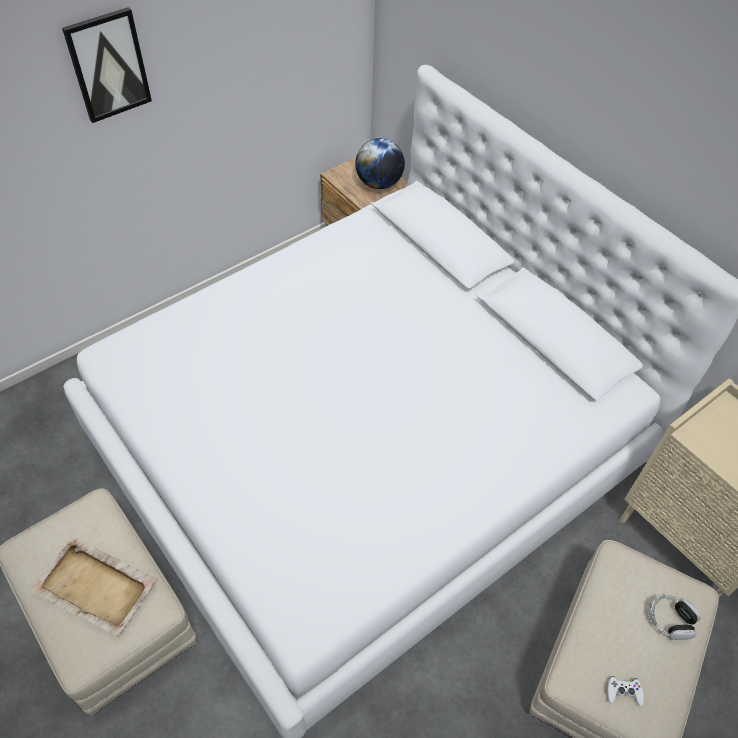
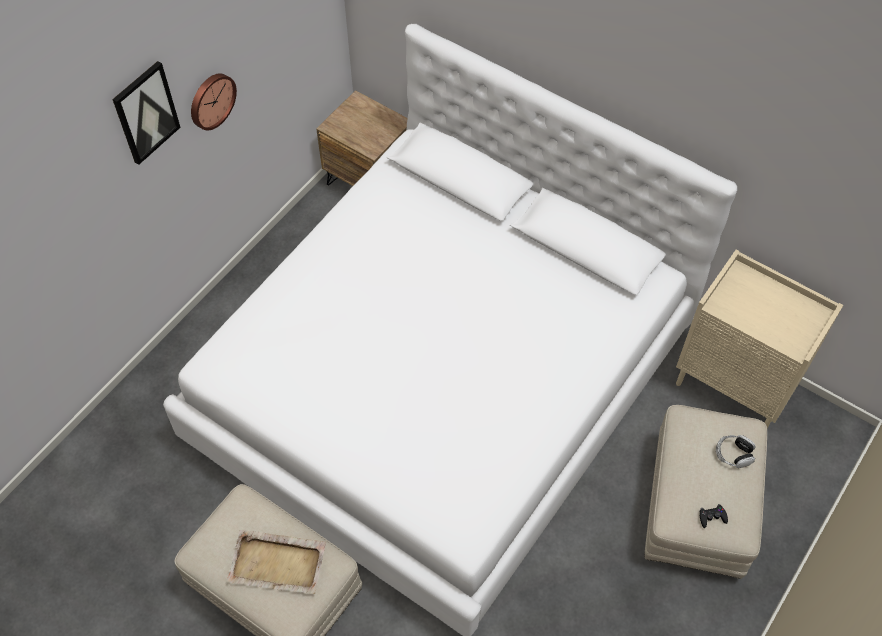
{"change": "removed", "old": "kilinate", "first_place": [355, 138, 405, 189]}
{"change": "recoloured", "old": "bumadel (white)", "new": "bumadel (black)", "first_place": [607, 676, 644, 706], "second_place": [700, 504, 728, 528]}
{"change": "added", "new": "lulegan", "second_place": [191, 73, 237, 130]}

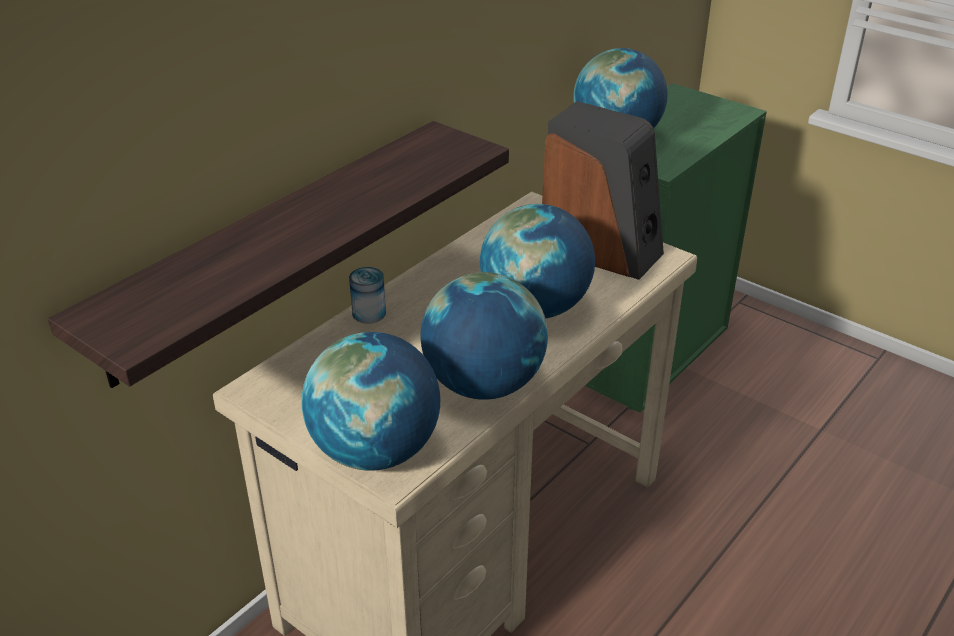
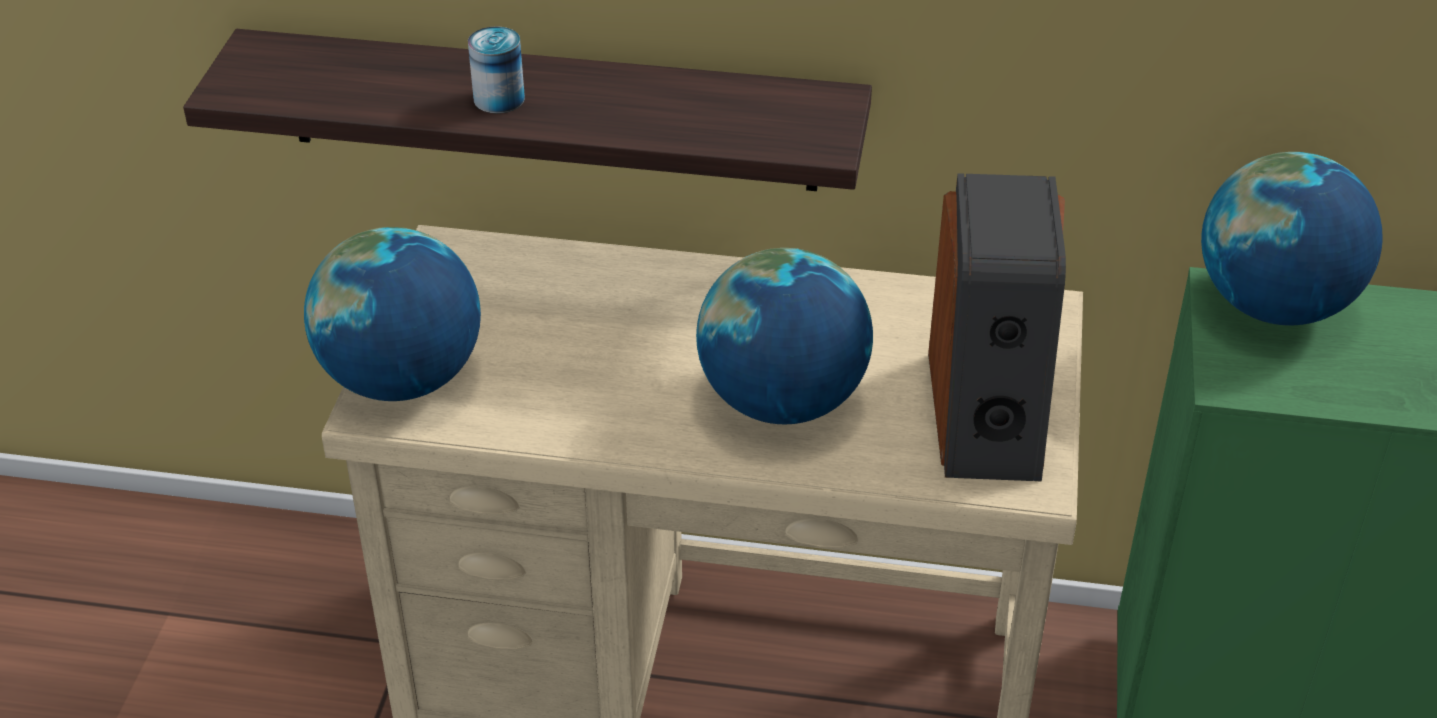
{"change": "moved", "old": "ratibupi", "first_place": [349, 267, 386, 324], "second_place": [468, 26, 525, 113]}
{"change": "removed", "old": "kilinate", "first_place": [420, 272, 548, 400]}

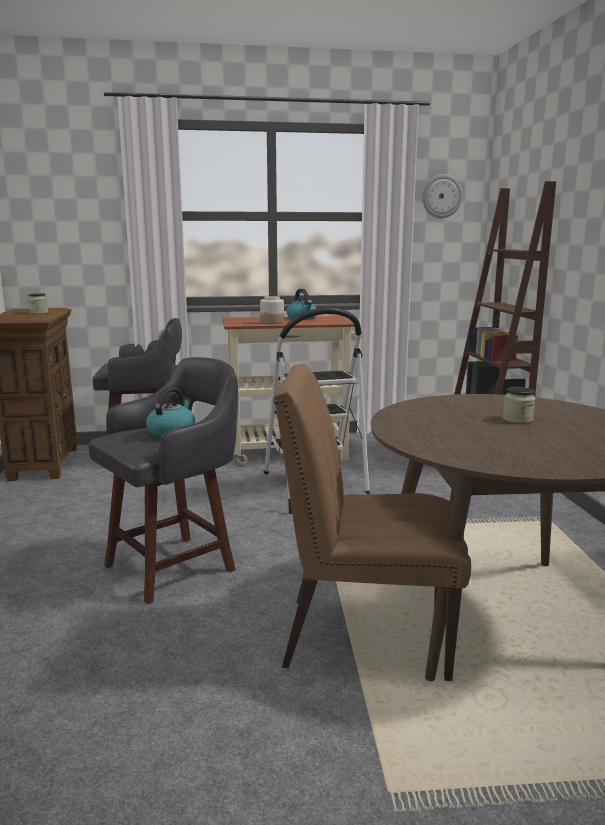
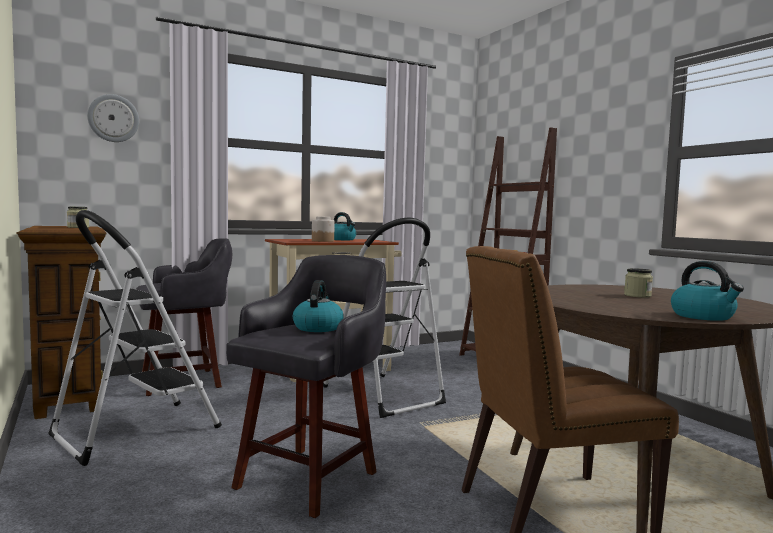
{"change": "moved", "old": "lulegan", "first_place": [422, 174, 463, 218], "second_place": [87, 94, 139, 142]}
{"change": "added", "new": "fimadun", "second_place": [49, 210, 222, 466]}
{"change": "added", "new": "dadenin", "second_place": [671, 261, 744, 321]}

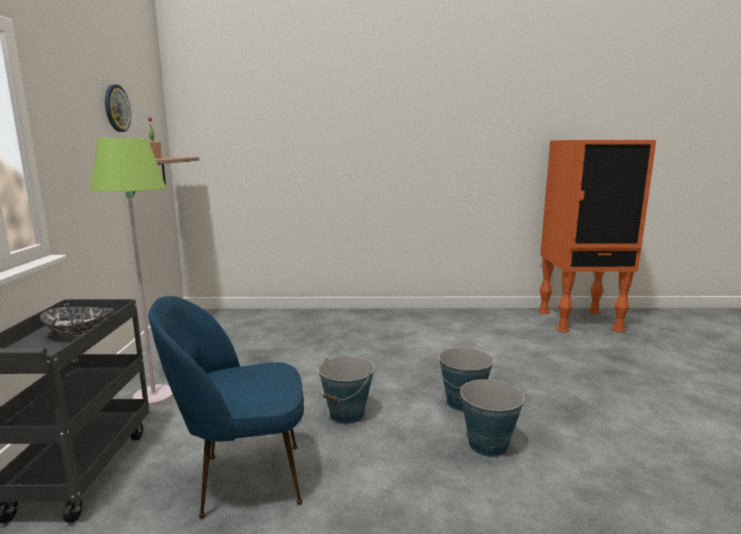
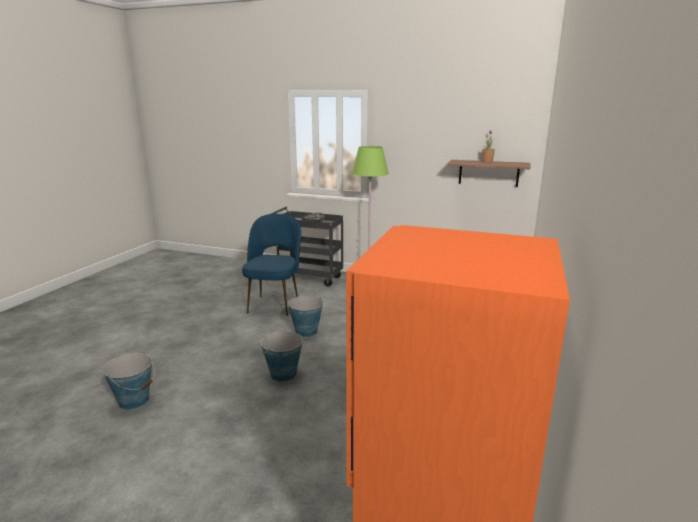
{"change": "removed", "old": "lulegan", "first_place": [105, 84, 131, 132]}
{"change": "moved", "old": "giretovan", "first_place": [458, 379, 524, 457], "second_place": [102, 352, 155, 410]}

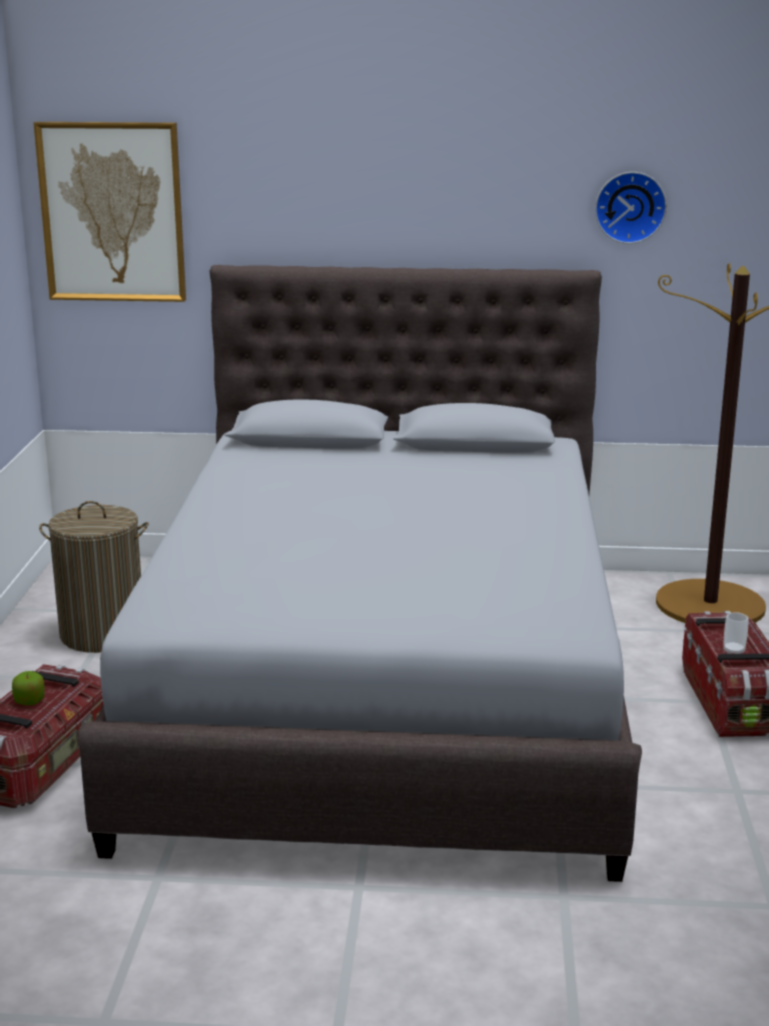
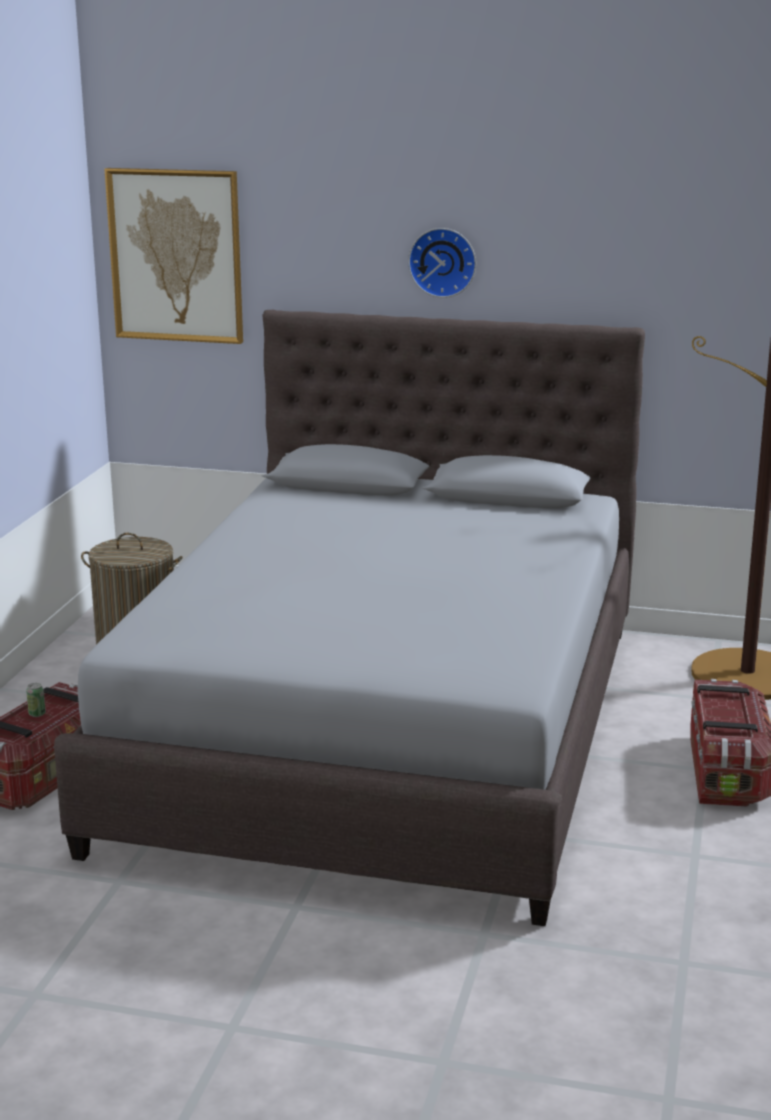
{"change": "moved", "old": "lulegan", "first_place": [595, 172, 667, 244], "second_place": [408, 228, 476, 298]}
{"change": "removed", "old": "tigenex", "first_place": [723, 612, 748, 654]}
{"change": "replaced", "old": "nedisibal", "new": "ratibupi", "first_place": [12, 671, 45, 705], "second_place": [26, 683, 46, 717]}

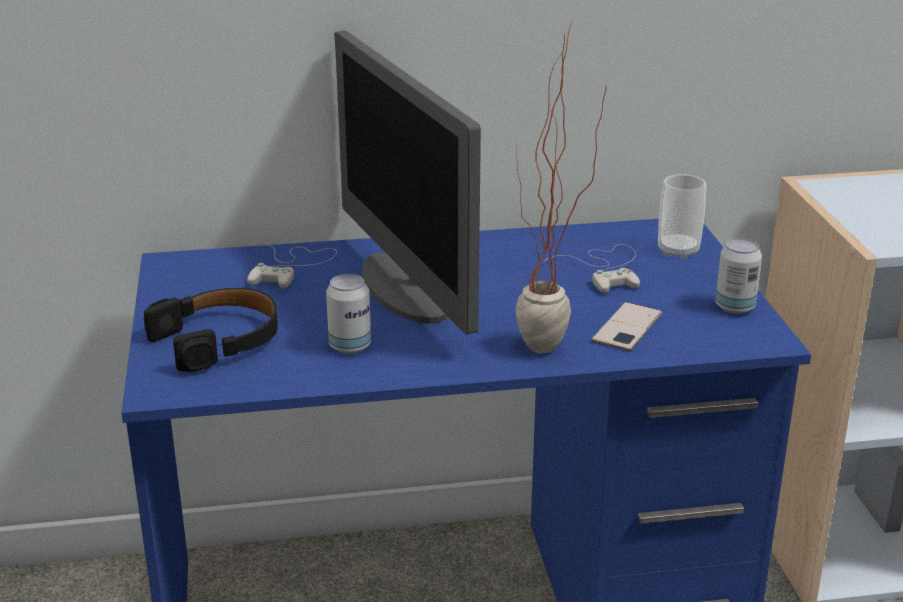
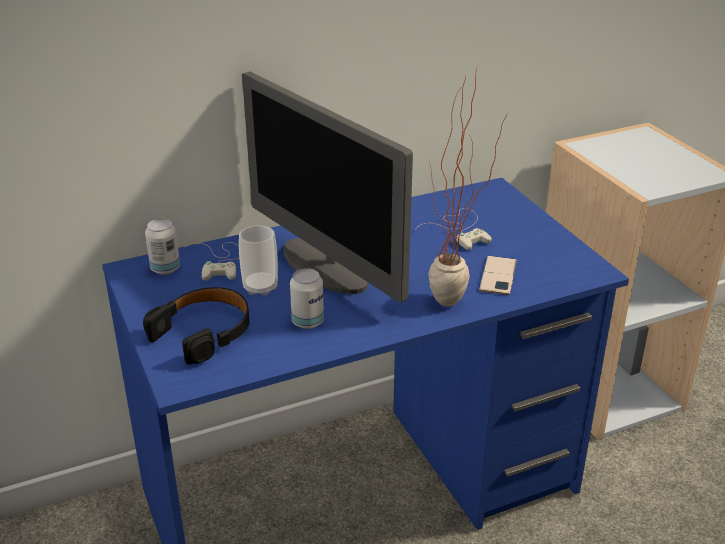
{"change": "moved", "old": "tigenex", "first_place": [658, 174, 706, 259], "second_place": [239, 225, 278, 296]}
{"change": "moved", "old": "ratibupi", "first_place": [715, 238, 762, 314], "second_place": [145, 219, 180, 275]}

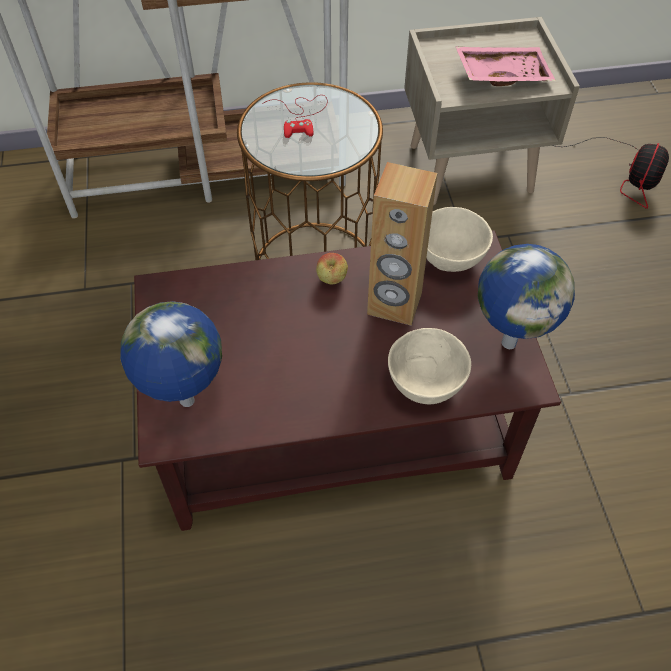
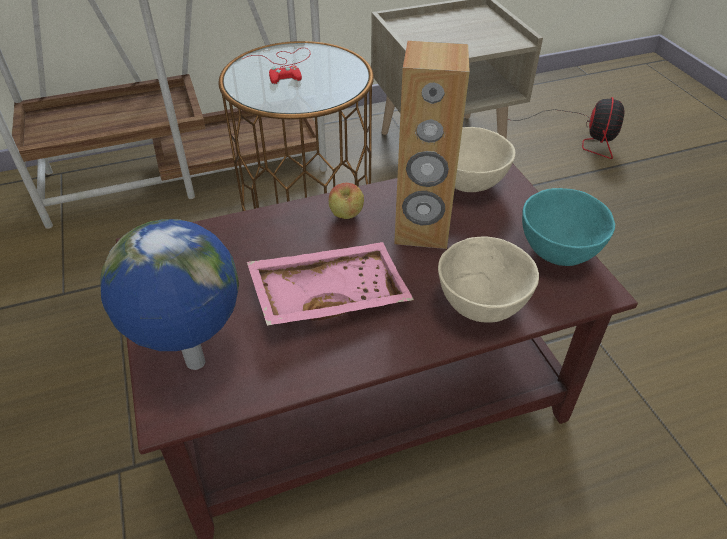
{"change": "moved", "old": "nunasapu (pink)", "first_place": [456, 47, 556, 86], "second_place": [247, 242, 414, 326]}
{"change": "replaced", "old": "kilinate", "new": "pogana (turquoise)", "first_place": [478, 244, 575, 349], "second_place": [522, 188, 615, 266]}

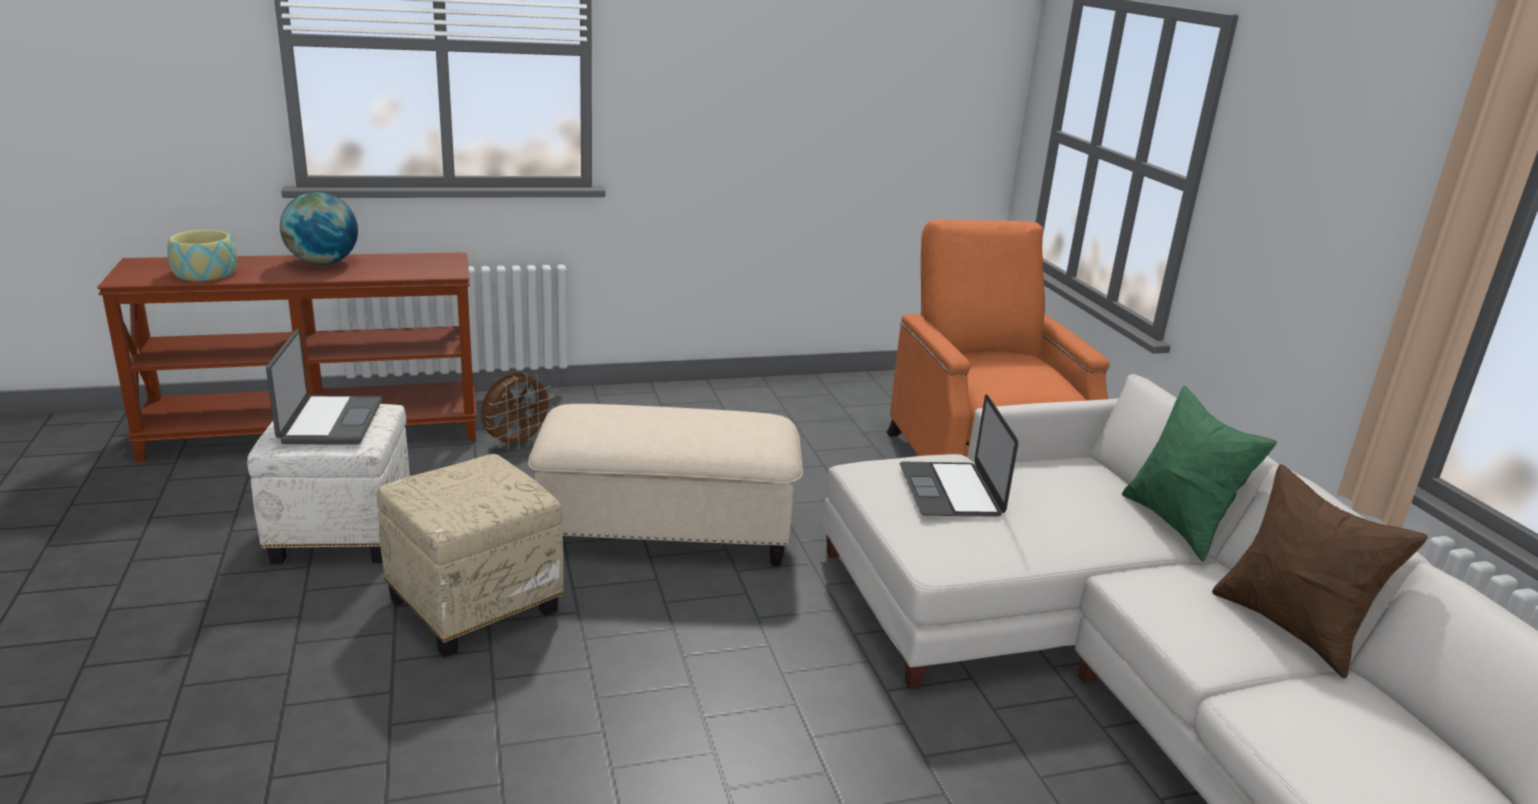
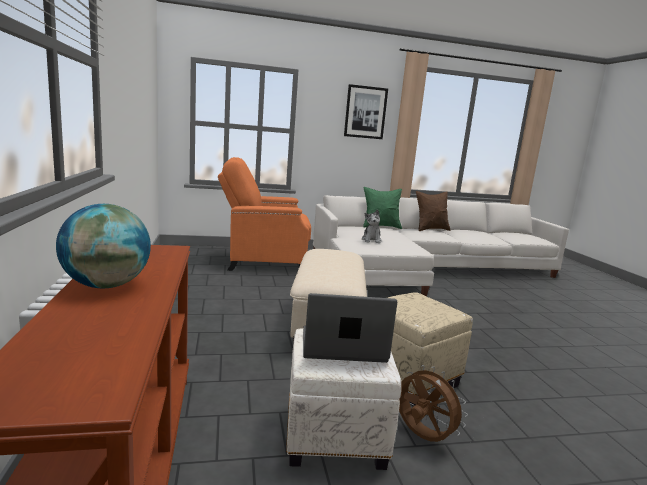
{"change": "removed", "old": "pogana", "first_place": [167, 230, 237, 281]}
{"change": "moved", "old": "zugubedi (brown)", "first_place": [481, 373, 554, 449], "second_place": [399, 365, 468, 442]}
{"change": "replaced", "old": "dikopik", "new": "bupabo", "first_place": [900, 394, 1018, 517], "second_place": [362, 209, 382, 243]}
{"change": "added", "new": "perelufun", "second_place": [344, 84, 388, 139]}

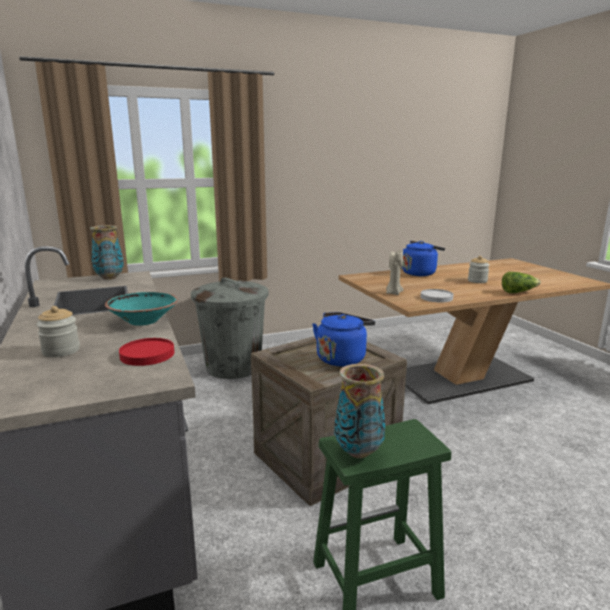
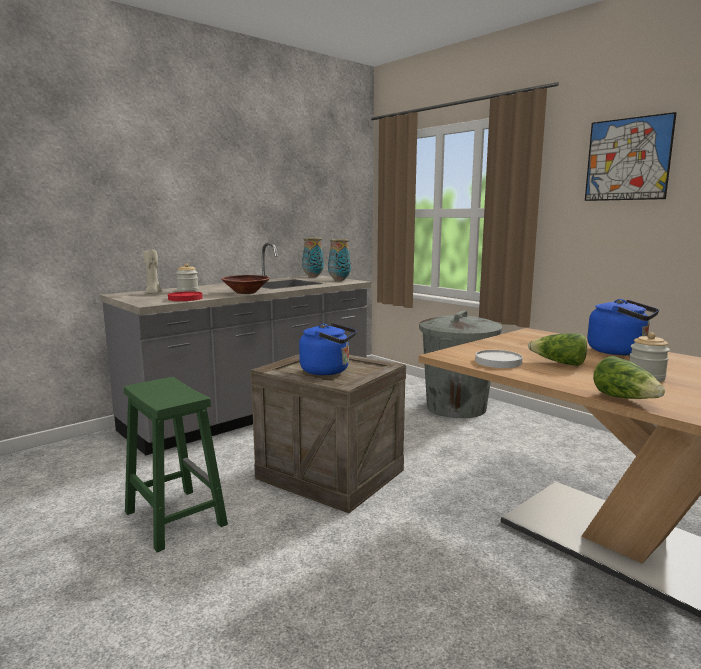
{"change": "moved", "old": "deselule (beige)", "first_place": [386, 249, 404, 295], "second_place": [143, 250, 162, 294]}
{"change": "recoloured", "old": "pogana (turquoise)", "new": "pogana (brown)", "first_place": [105, 292, 177, 326], "second_place": [221, 275, 270, 294]}
{"change": "moved", "old": "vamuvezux", "first_place": [335, 364, 385, 458], "second_place": [302, 238, 324, 277]}
{"change": "added", "new": "perelufun", "second_place": [585, 112, 677, 201]}
{"change": "added", "new": "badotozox", "second_place": [528, 333, 587, 366]}

